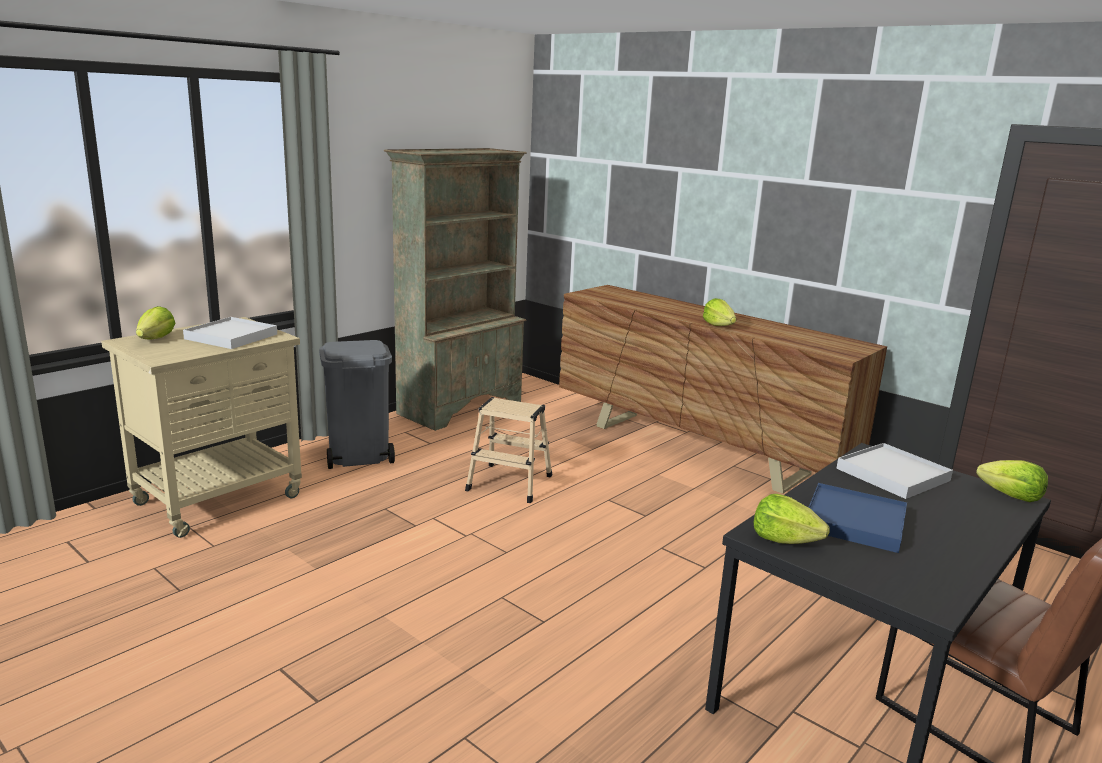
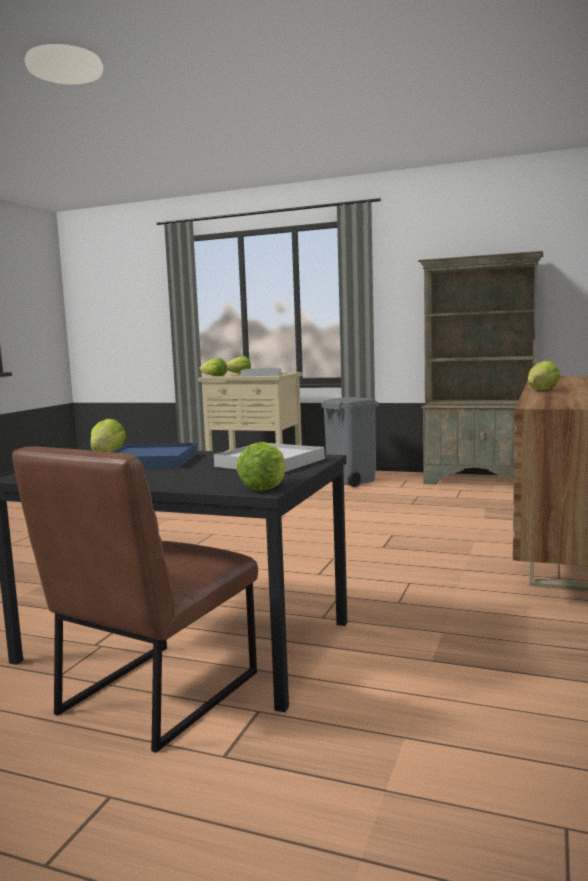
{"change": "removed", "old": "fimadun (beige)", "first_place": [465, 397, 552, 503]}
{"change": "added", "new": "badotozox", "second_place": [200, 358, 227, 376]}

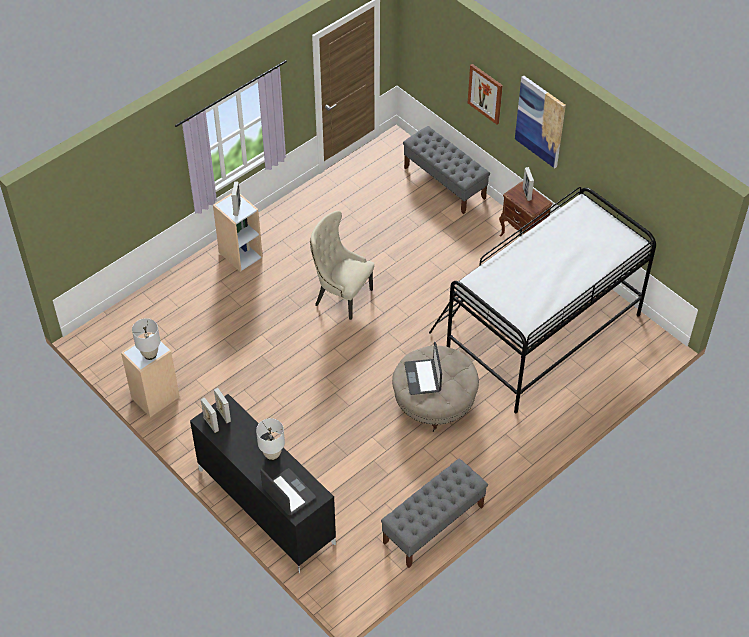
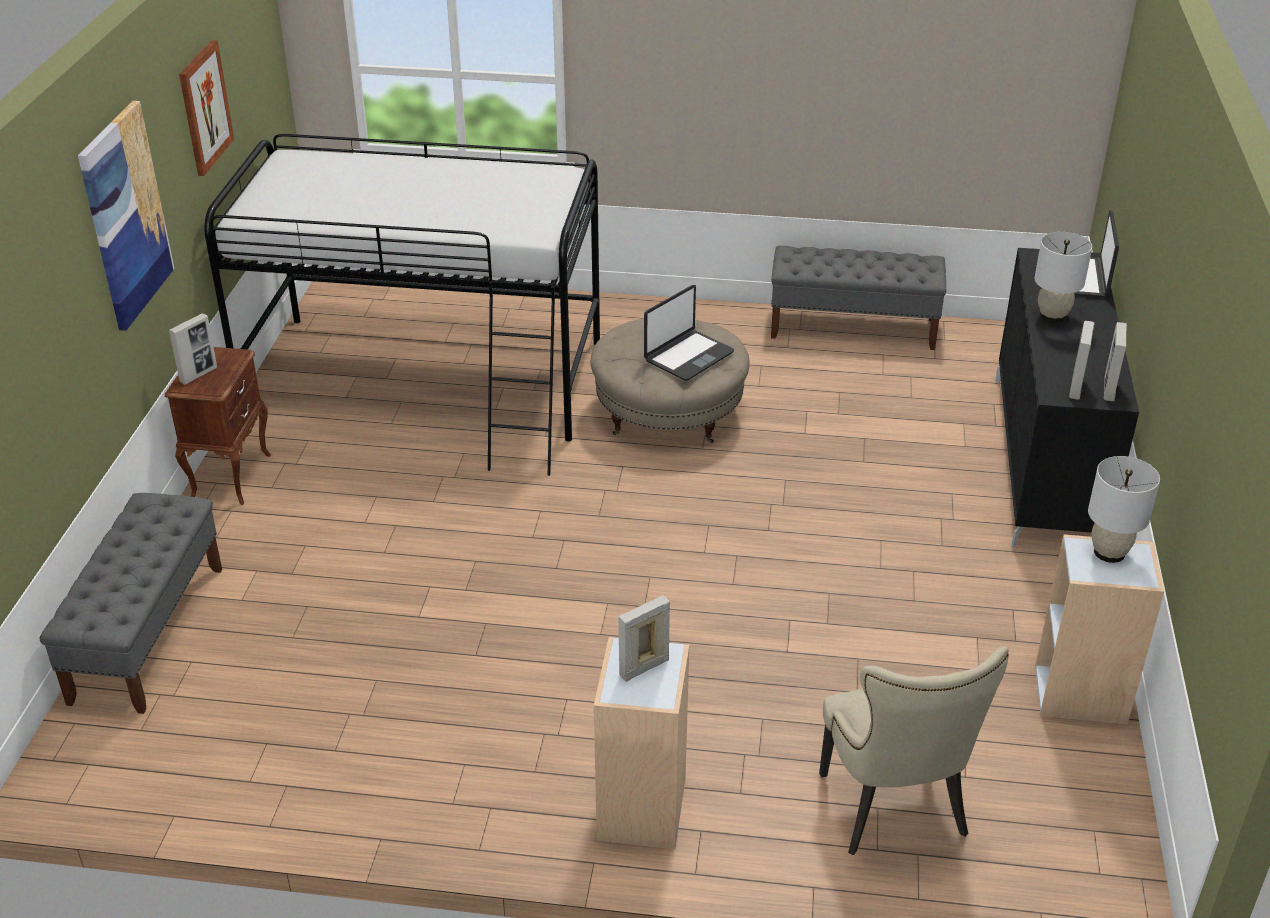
{"change": "moved", "old": "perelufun", "first_place": [468, 64, 503, 124], "second_place": [179, 40, 234, 176]}
{"change": "moved", "old": "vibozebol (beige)", "first_place": [310, 211, 374, 320], "second_place": [819, 646, 1009, 855]}

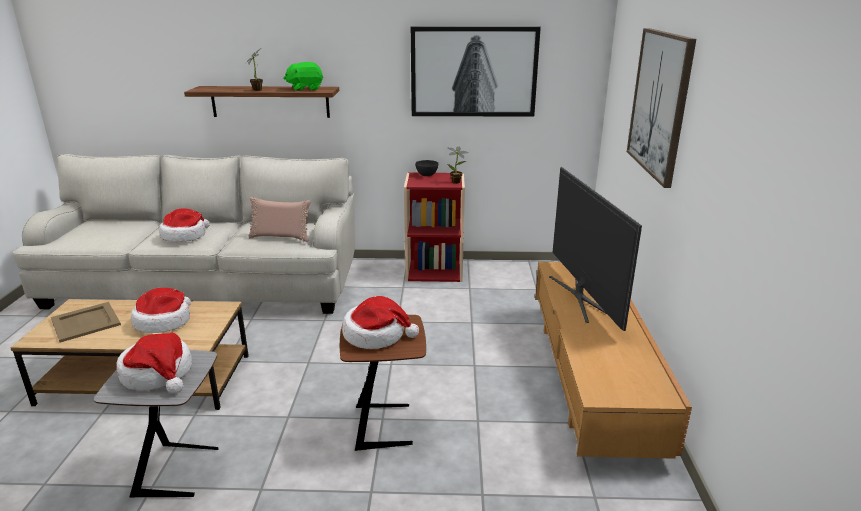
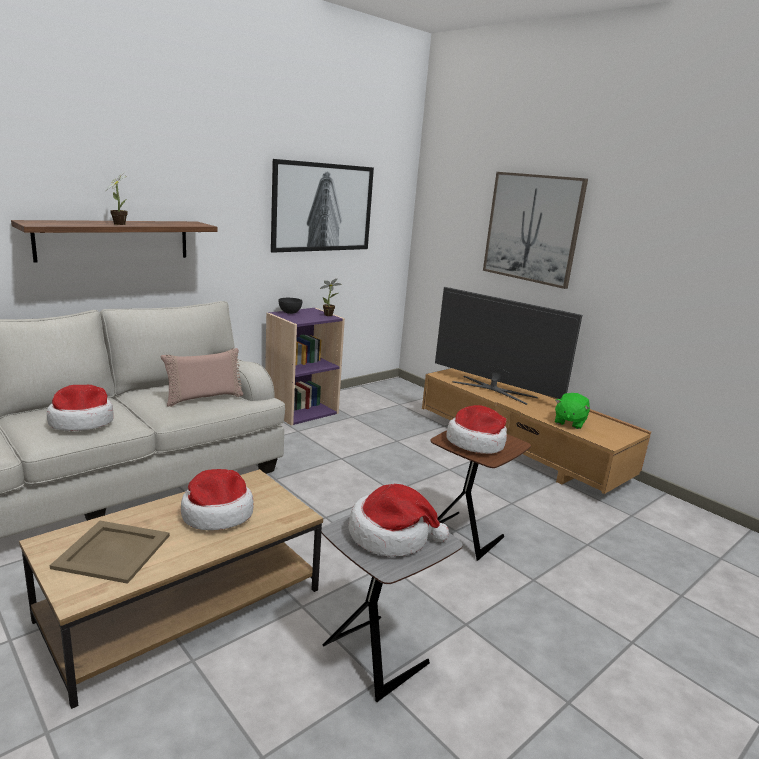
{"change": "moved", "old": "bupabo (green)", "first_place": [283, 62, 323, 91], "second_place": [555, 393, 590, 429]}
{"change": "recoloured", "old": "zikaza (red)", "new": "zikaza (purple)", "first_place": [404, 173, 465, 282], "second_place": [265, 308, 345, 426]}

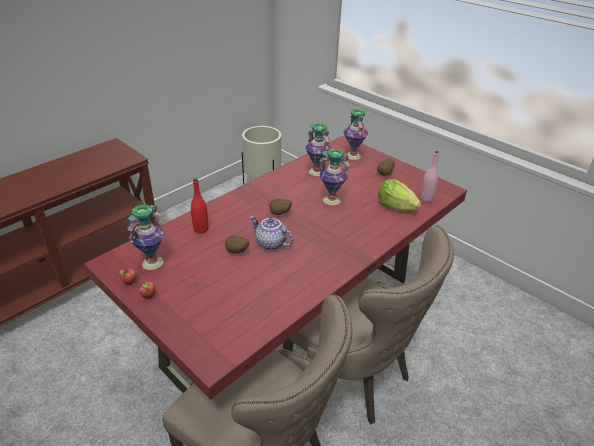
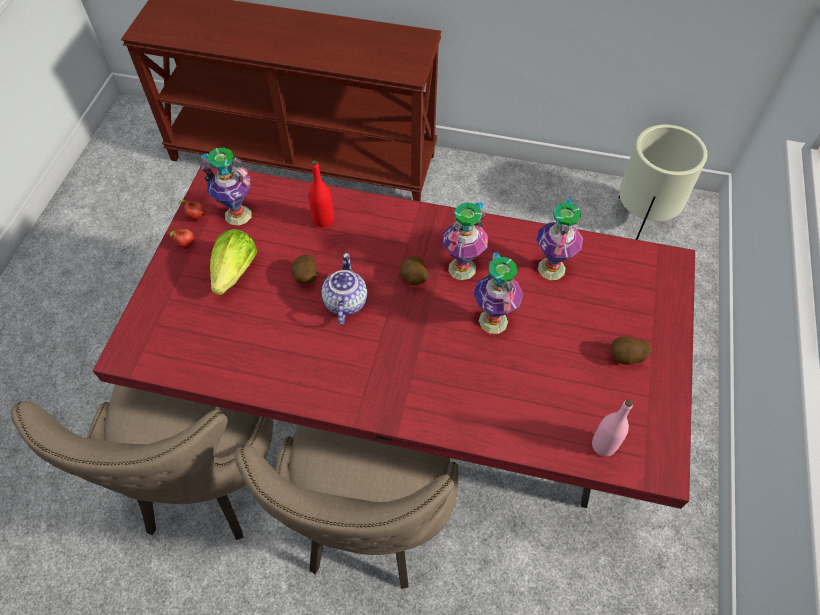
{"change": "moved", "old": "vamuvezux", "first_place": [343, 109, 368, 160], "second_place": [442, 202, 488, 280]}
{"change": "moved", "old": "badotozox", "first_place": [378, 179, 421, 211], "second_place": [210, 229, 257, 295]}

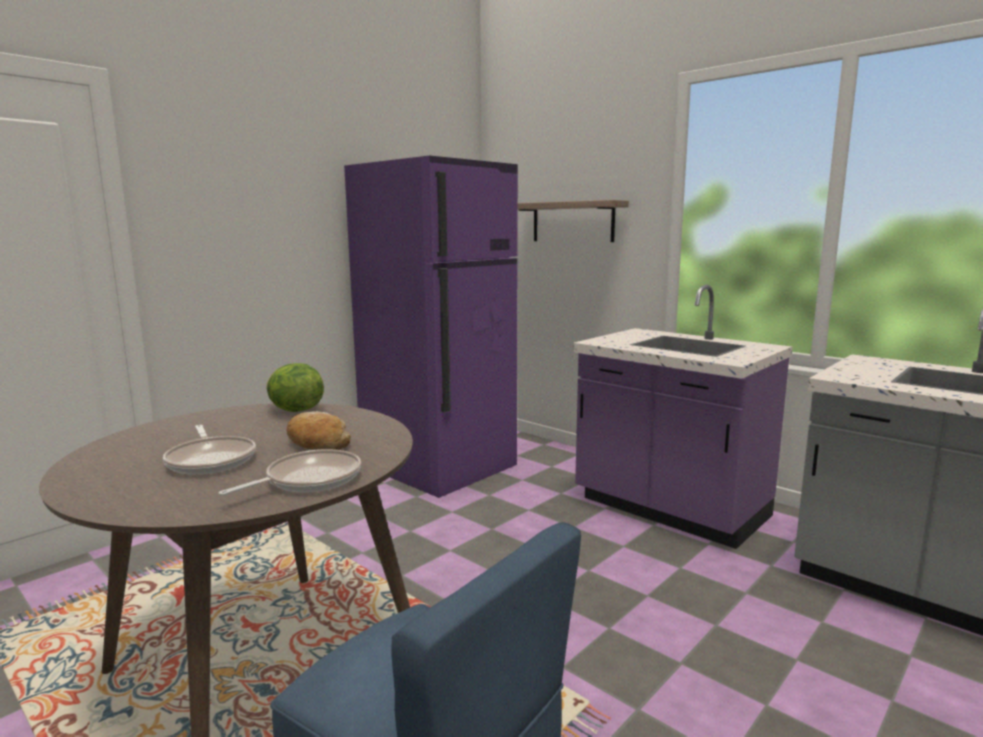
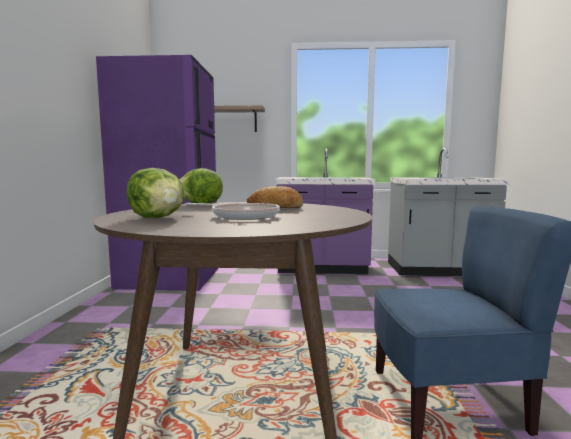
{"change": "removed", "old": "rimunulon", "first_place": [218, 449, 361, 496]}
{"change": "added", "new": "badotozox", "second_place": [127, 168, 184, 218]}

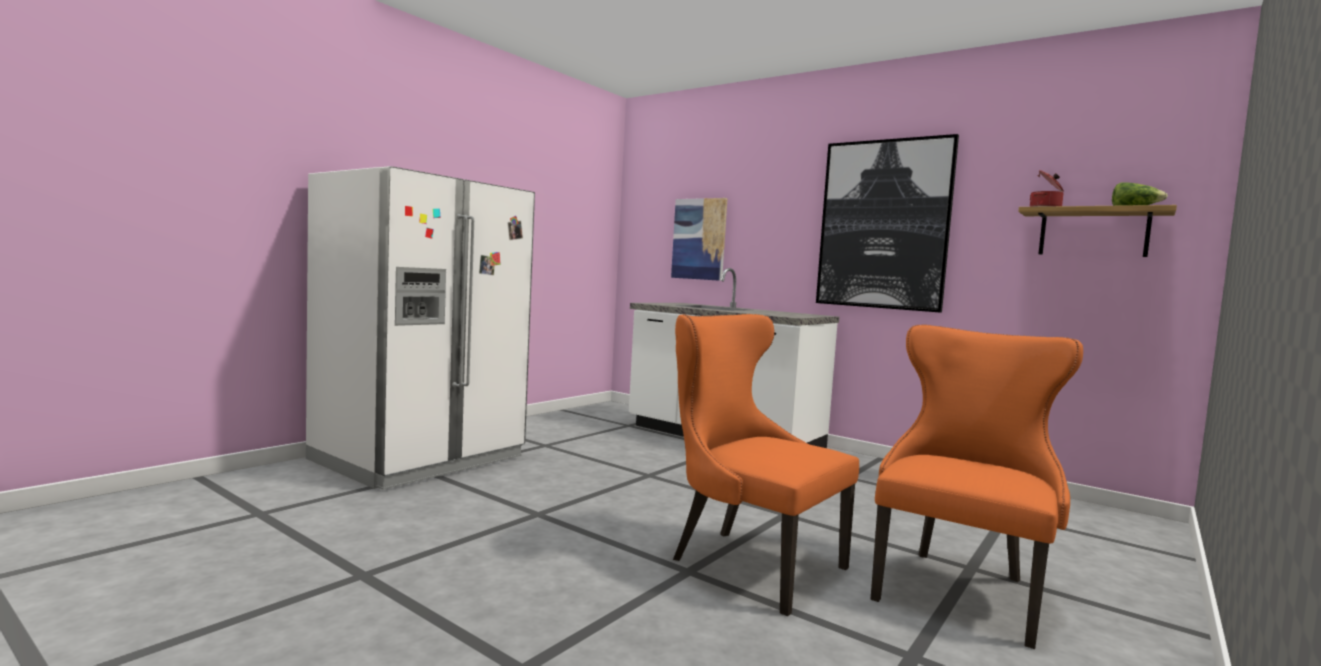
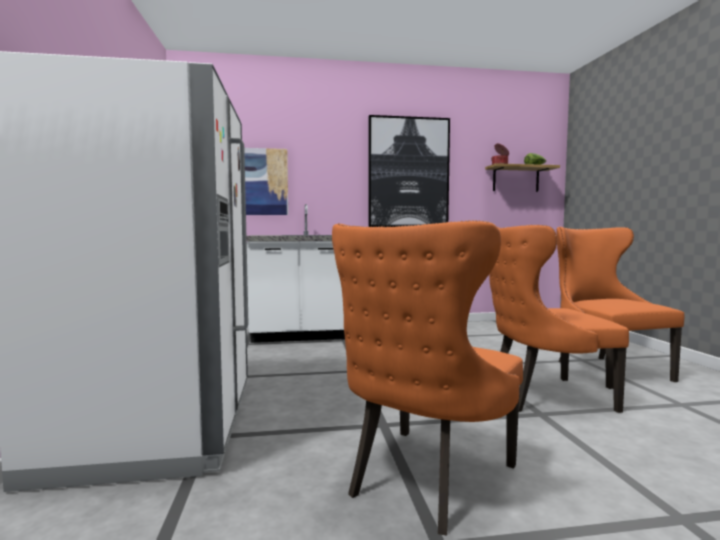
{"change": "added", "new": "vibozebol (orange)", "second_place": [332, 220, 523, 535]}

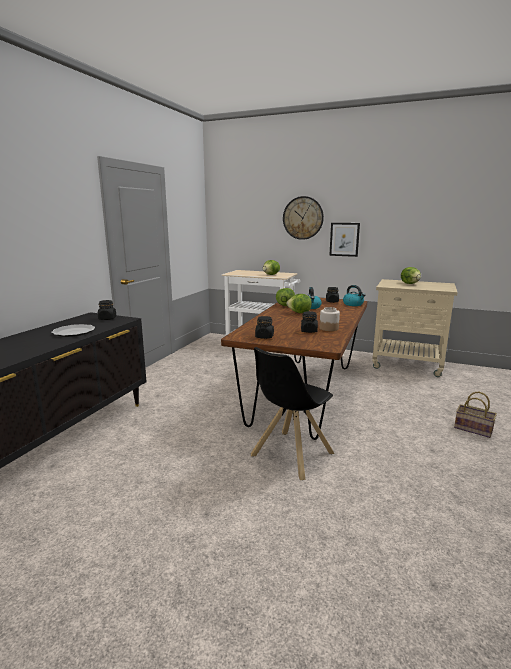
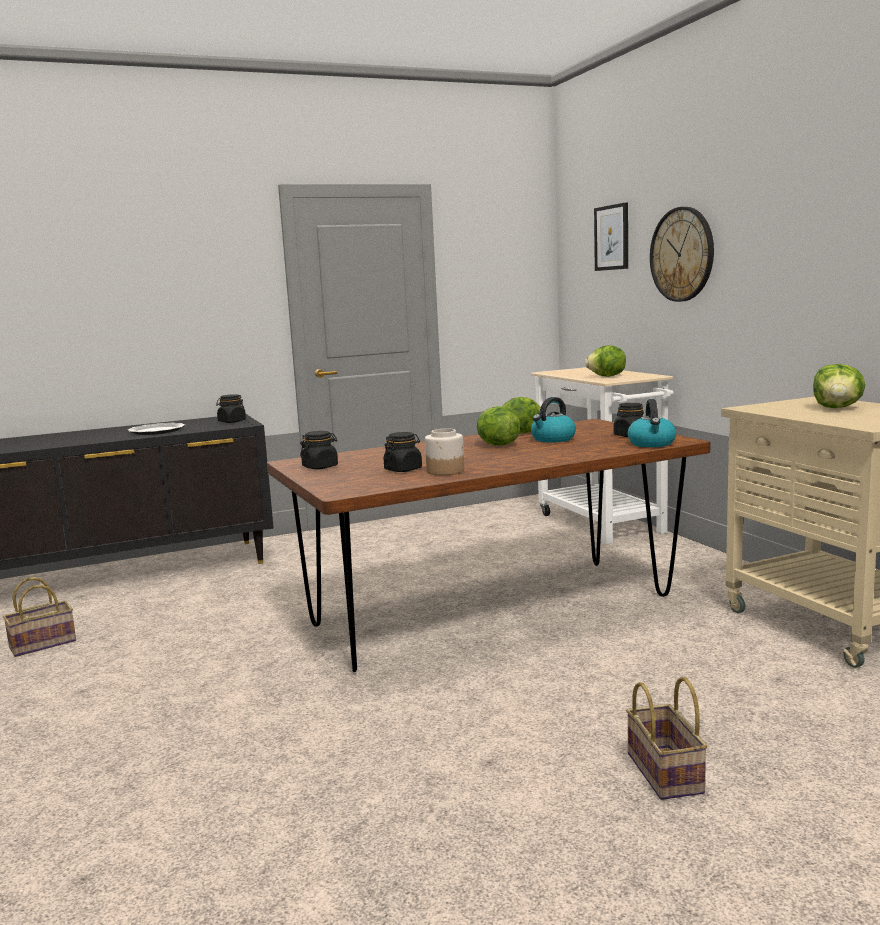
{"change": "moved", "old": "perelufun", "first_place": [329, 223, 360, 257], "second_place": [594, 202, 628, 271]}
{"change": "removed", "old": "vibozebol (black)", "first_place": [251, 347, 334, 480]}
{"change": "added", "new": "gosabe", "second_place": [3, 577, 76, 657]}

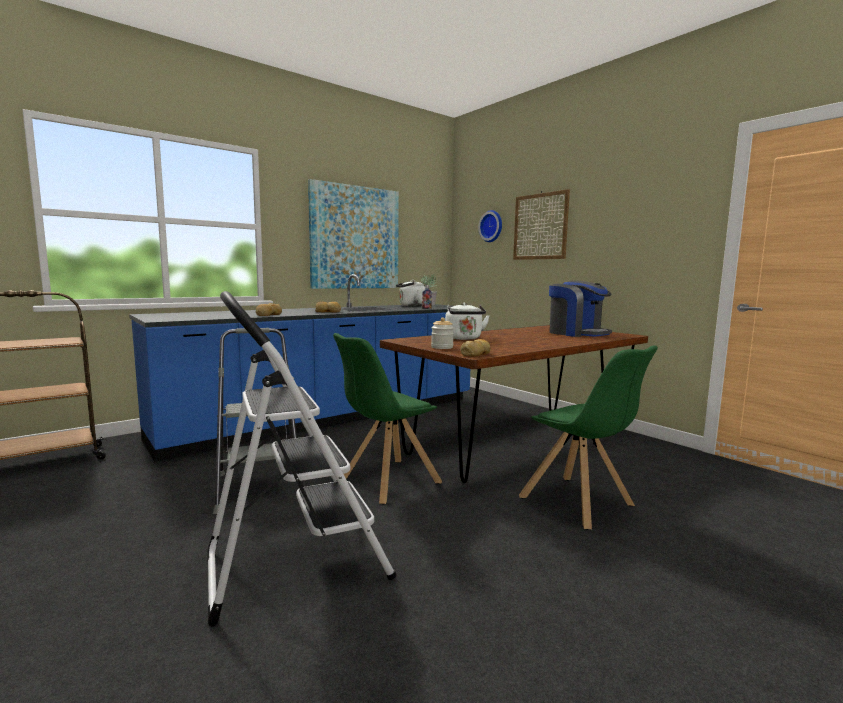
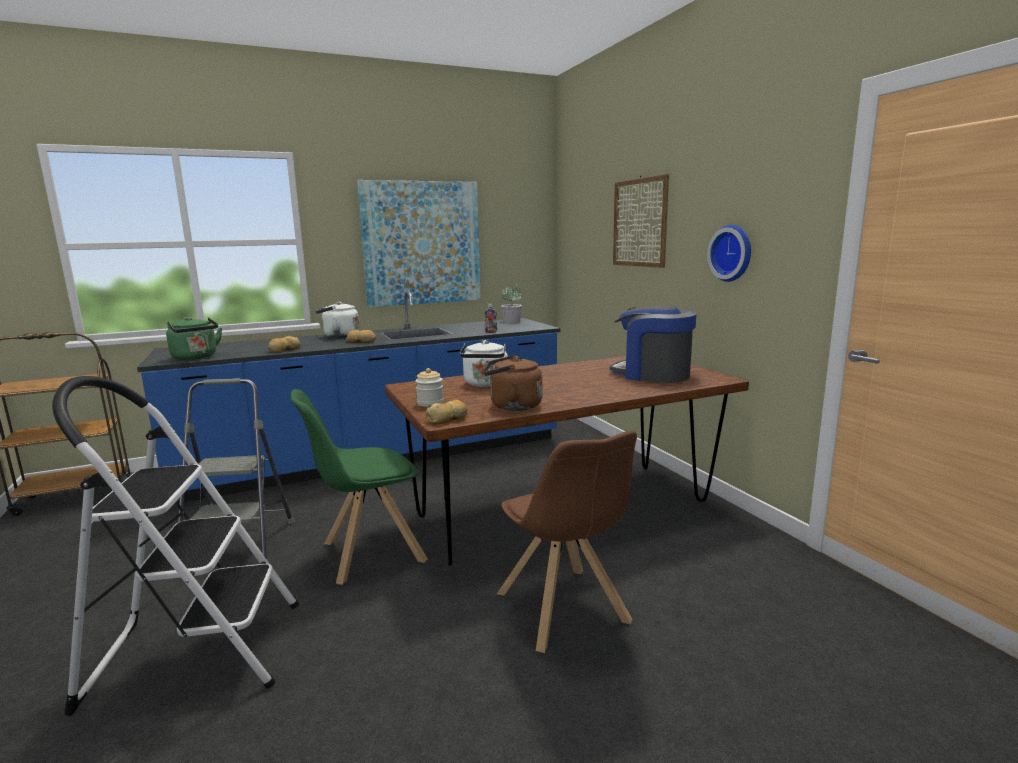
{"change": "moved", "old": "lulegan", "first_place": [478, 210, 502, 242], "second_place": [707, 225, 751, 282]}
{"change": "moved", "old": "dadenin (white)", "first_place": [396, 280, 425, 307], "second_place": [316, 302, 360, 338]}
{"change": "turned", "old": "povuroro", "first_place": [549, 281, 612, 337], "second_place": [610, 306, 696, 383], "degrees": 150}
{"change": "recoloured", "old": "vibozebol (green)", "new": "vibozebol (brown)", "first_place": [519, 345, 658, 530], "second_place": [497, 430, 637, 653]}
{"change": "added", "new": "dadenin (green)", "second_place": [166, 317, 222, 360]}
{"change": "added", "new": "dadenin (brown)", "second_place": [484, 355, 543, 411]}

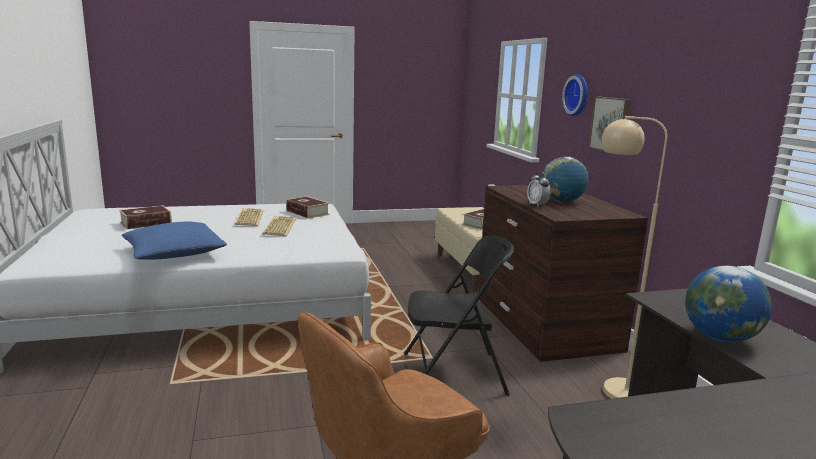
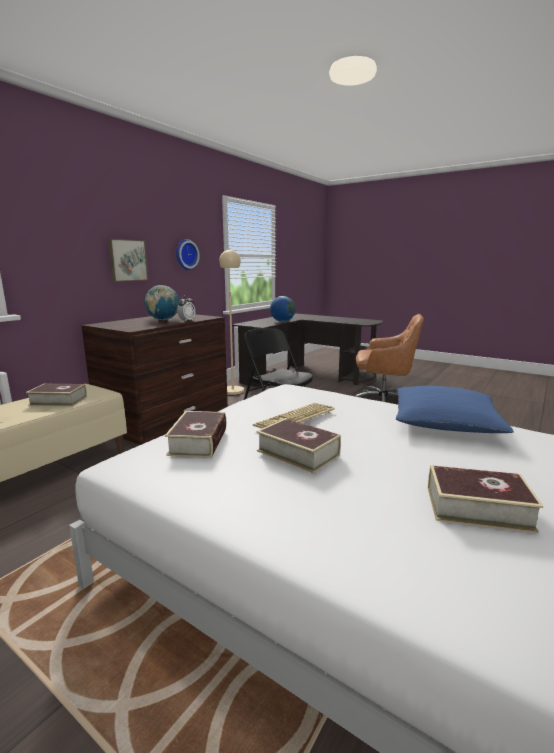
{"change": "moved", "old": "lulegan", "first_place": [562, 74, 588, 116], "second_place": [176, 239, 200, 270]}
{"change": "replaced", "old": "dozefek", "new": "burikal", "first_place": [235, 208, 263, 226], "second_place": [256, 418, 341, 473]}

